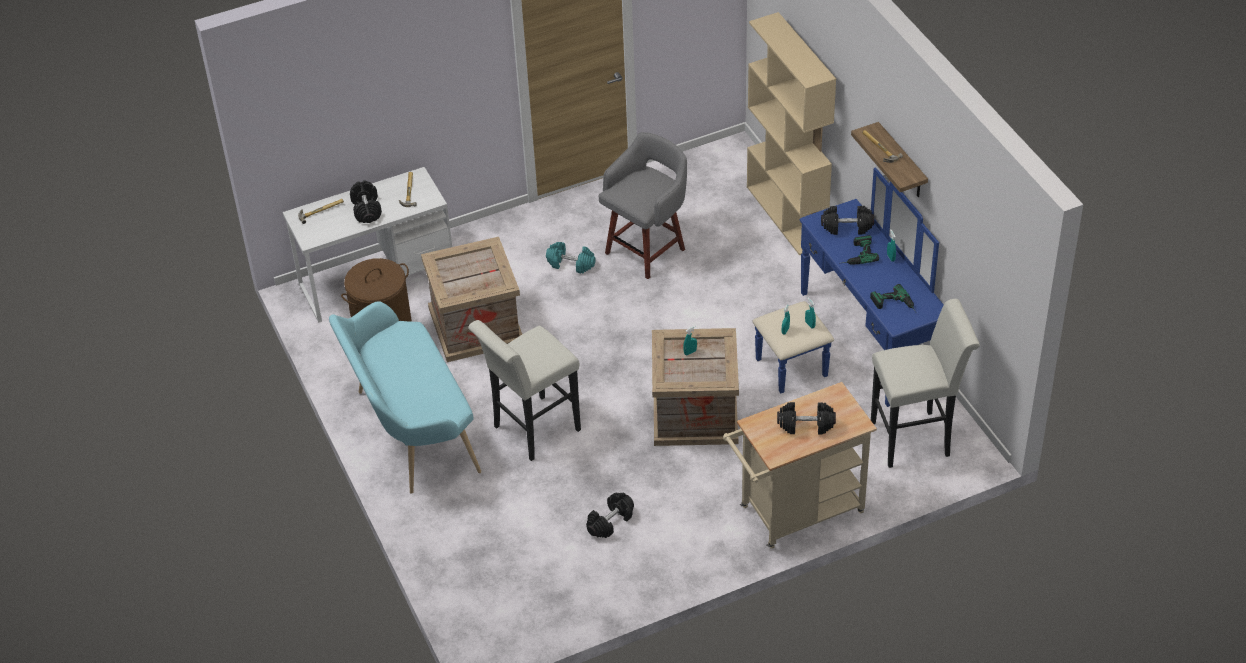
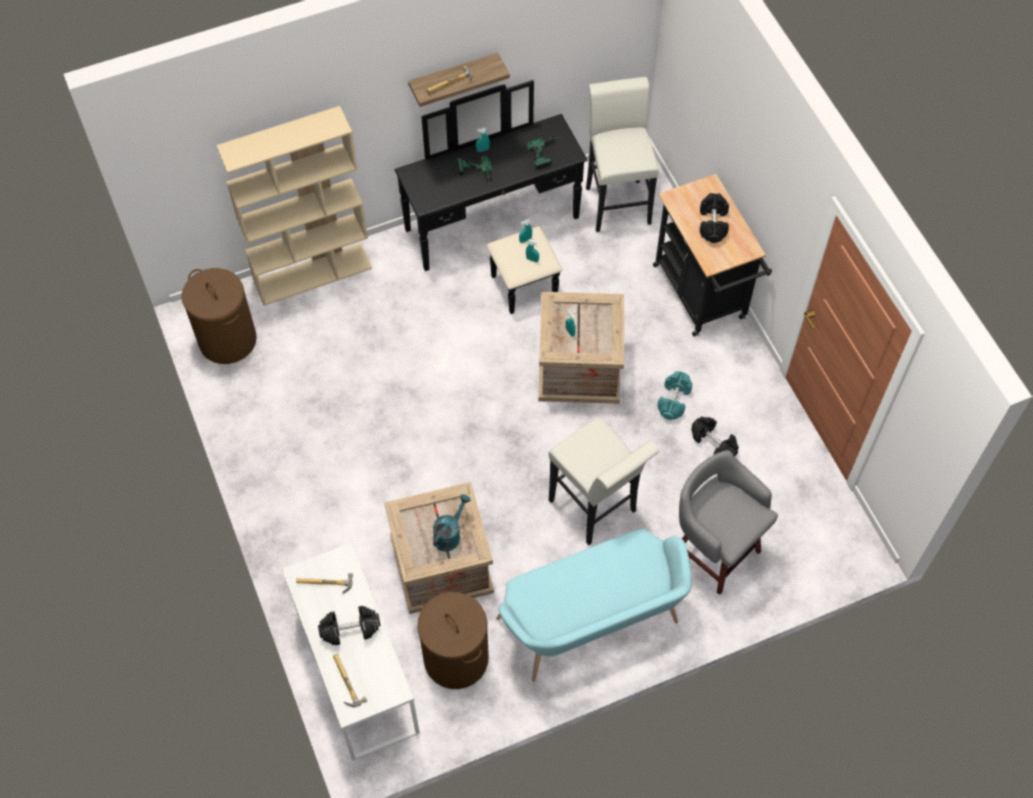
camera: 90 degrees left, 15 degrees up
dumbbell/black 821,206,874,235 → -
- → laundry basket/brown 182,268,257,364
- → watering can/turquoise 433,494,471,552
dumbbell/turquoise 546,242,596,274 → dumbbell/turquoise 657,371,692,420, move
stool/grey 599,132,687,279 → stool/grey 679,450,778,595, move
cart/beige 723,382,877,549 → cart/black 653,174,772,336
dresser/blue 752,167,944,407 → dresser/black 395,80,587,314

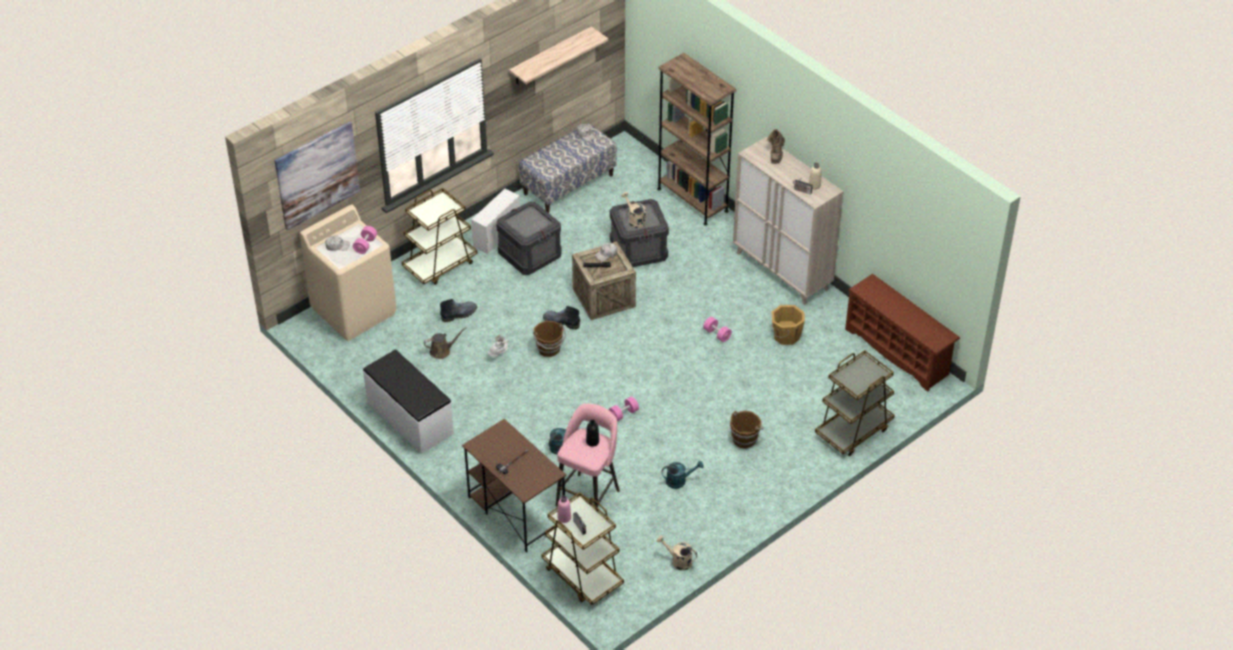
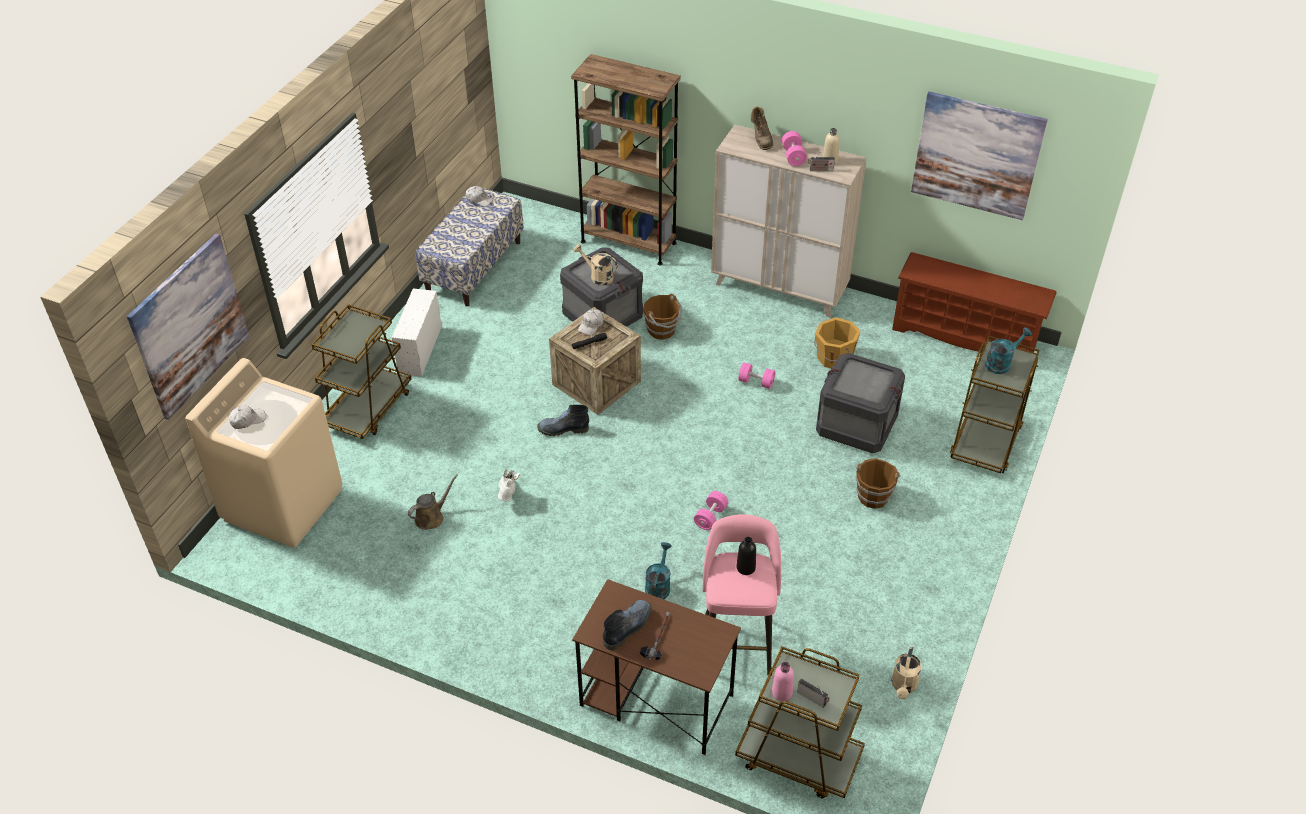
camera: 25 degrees left, 0 degrees up
bench/white 363,350,454,454 → -
shelf 509,26,608,84 → -
- → picture 911,92,1048,220
dumbbell/pink 353,226,377,254 → dumbbell/pink 782,131,807,166, move
boot 440,299,478,322 → boot 603,600,652,650, move
crate 496,202,562,275 → crate 816,353,905,453, move
bucket/brown 533,321,566,357 → bucket/brown 643,293,682,340, move
watering can/turquoise 662,461,704,489 → watering can/turquoise 985,328,1032,374, move
watering can/beige 657,535,697,570 → watering can/beige 891,646,922,699, 75 degrees counterclockwise

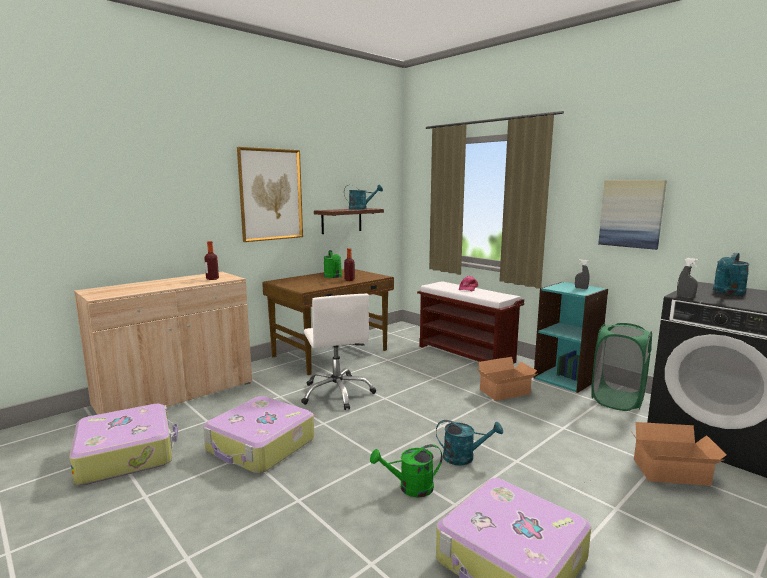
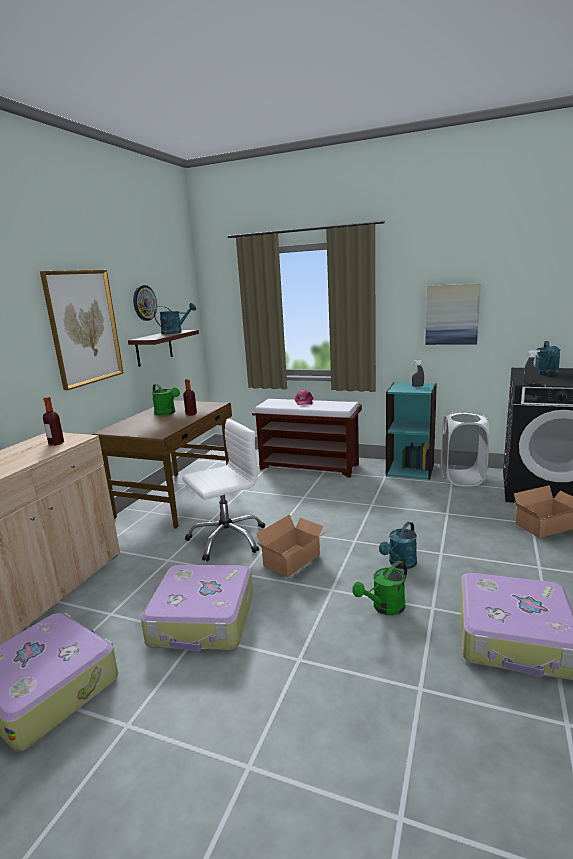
camera: 25 degrees left, 5 degrees up
- → wall clock 133,285,157,321
cardboard box 477,357,538,401 → cardboard box 256,514,326,577, move
laundry basket/green 591,323,652,411 → laundry basket/white 441,411,490,487
office chair/white 301,294,376,410 → office chair/white 182,419,265,561, 75 degrees counterclockwise
watering can/turquoise 436,420,503,466 → watering can/turquoise 379,522,417,569, 150 degrees clockwise

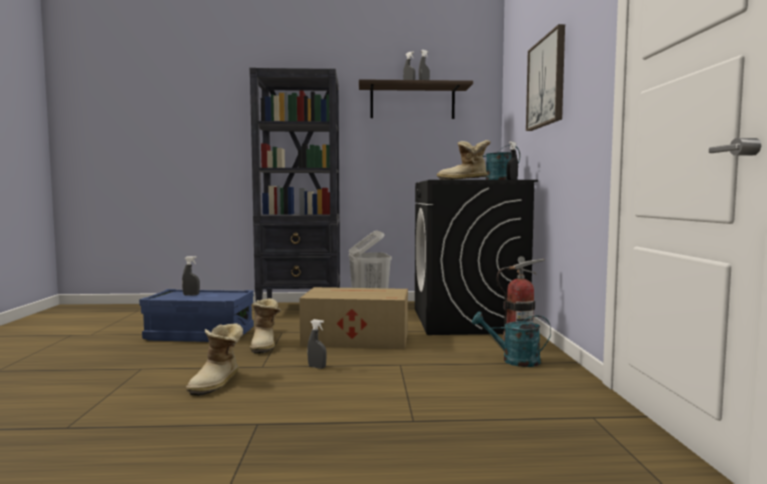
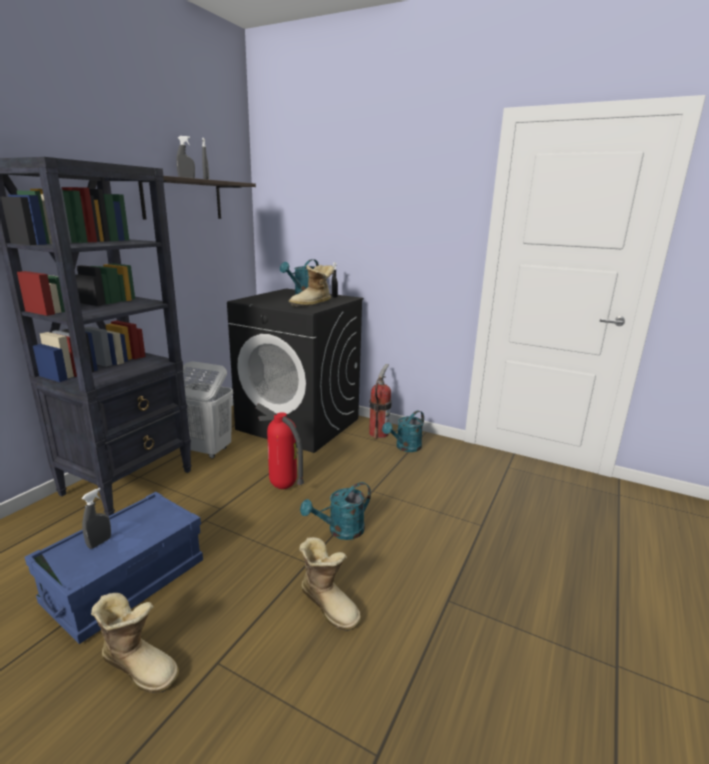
camera: 60 degrees left, 15 degrees up
picture 526,24,565,131 → -
boot 250,298,281,354 → boot 91,593,179,693, move
cardboard box 299,287,408,349 → fire extinguisher 255,403,304,489
spray bottle/grey 307,319,327,369 → watering can/turquoise 300,482,371,540

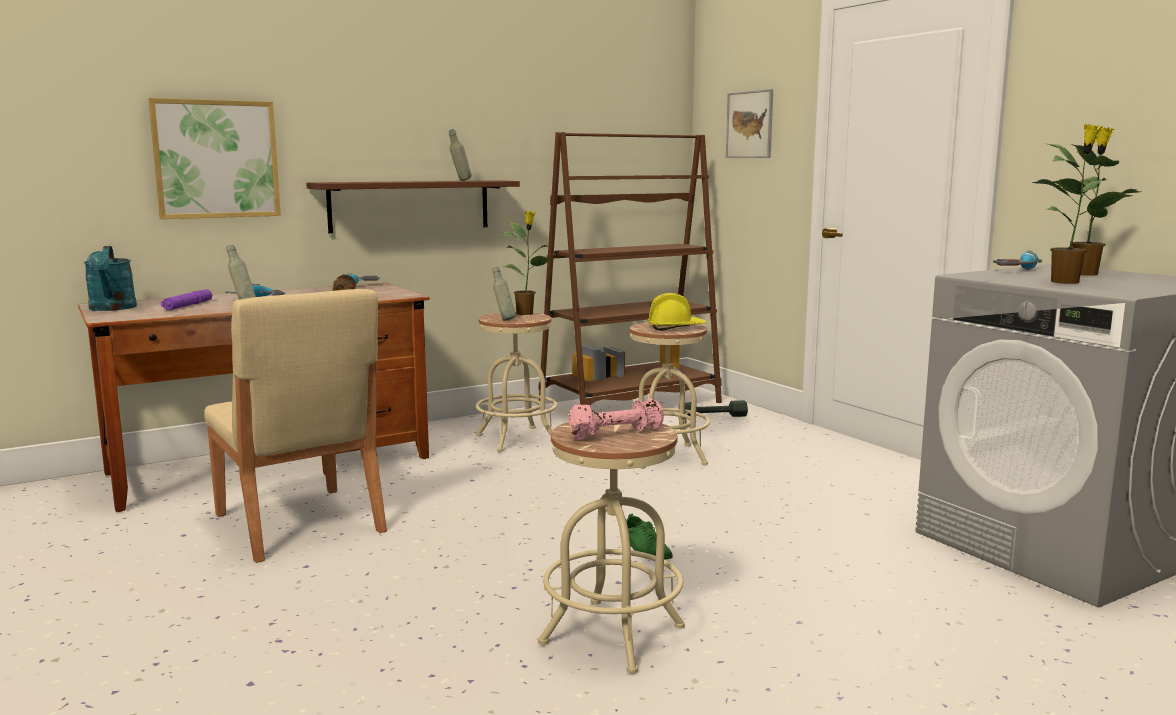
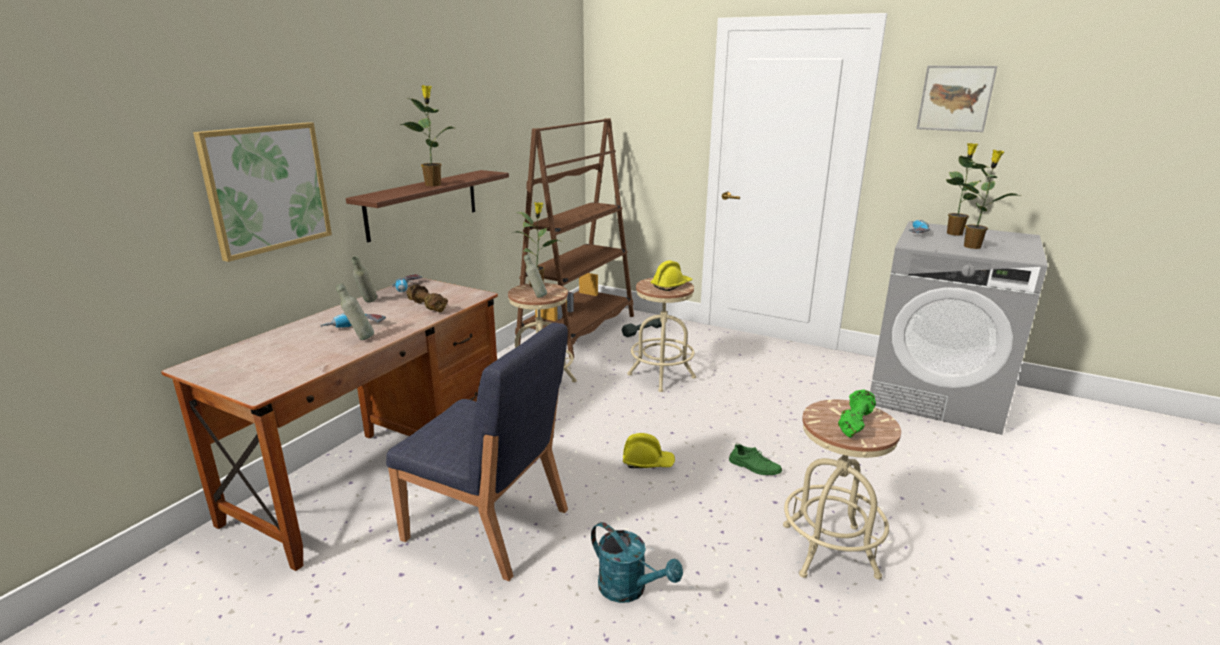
camera: 30 degrees left, 10 degrees up
flashlight/purple 161,289,212,310 → -
- → potted plant 400,85,454,186
- → hard hat/yellow 623,433,675,468
watering can/turquoise 84,246,137,311 → watering can/turquoise 591,522,683,603, move
bottle/grey 449,129,472,181 → bottle/grey 352,256,377,303, move
picture 726,89,773,158 → picture 916,66,997,132, move
chair/beige 204,289,387,563 → chair/blue 386,323,568,581
dumbbell/pink 568,398,664,440 → dumbbell/green 838,390,876,438

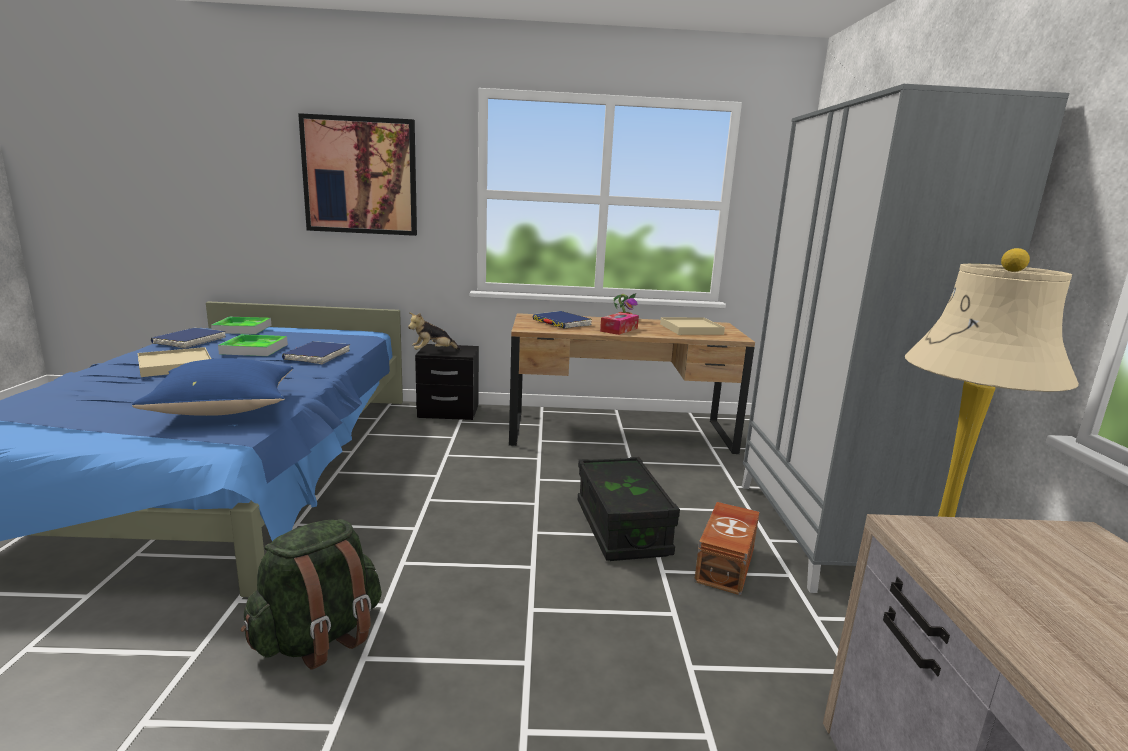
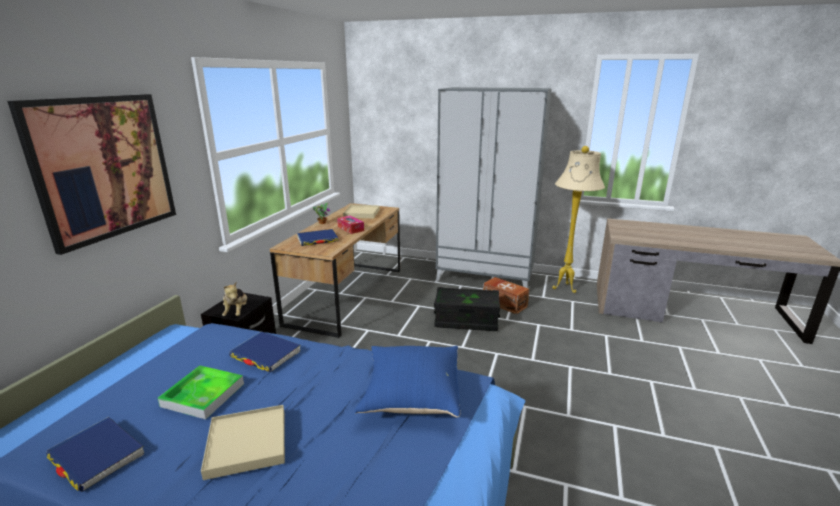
camera: 70 degrees left, 5 degrees up
tray 211,317,271,334 → -
backpack/green 241,519,382,670 → -

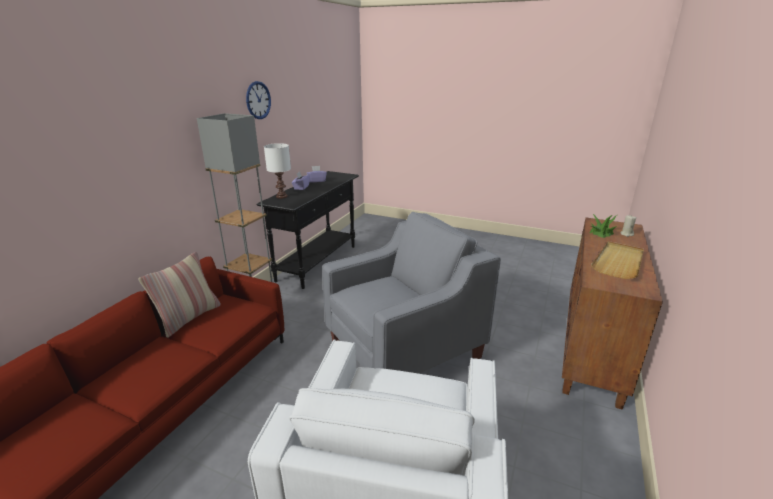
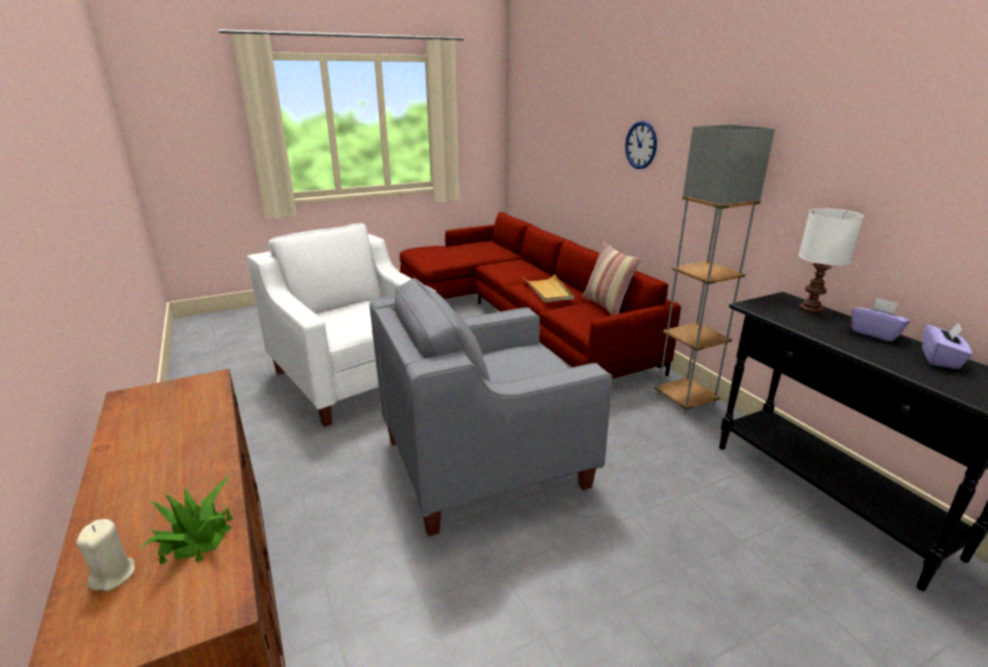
camera: 130 degrees right, 0 degrees up
wall clock 246,81,271,119 → wall clock 625,121,657,169, move
tray/beige 591,241,644,279 → tray/beige 523,275,574,302, move
armchair/grey 322,212,501,374 → armchair/grey 370,278,613,536, 60 degrees clockwise

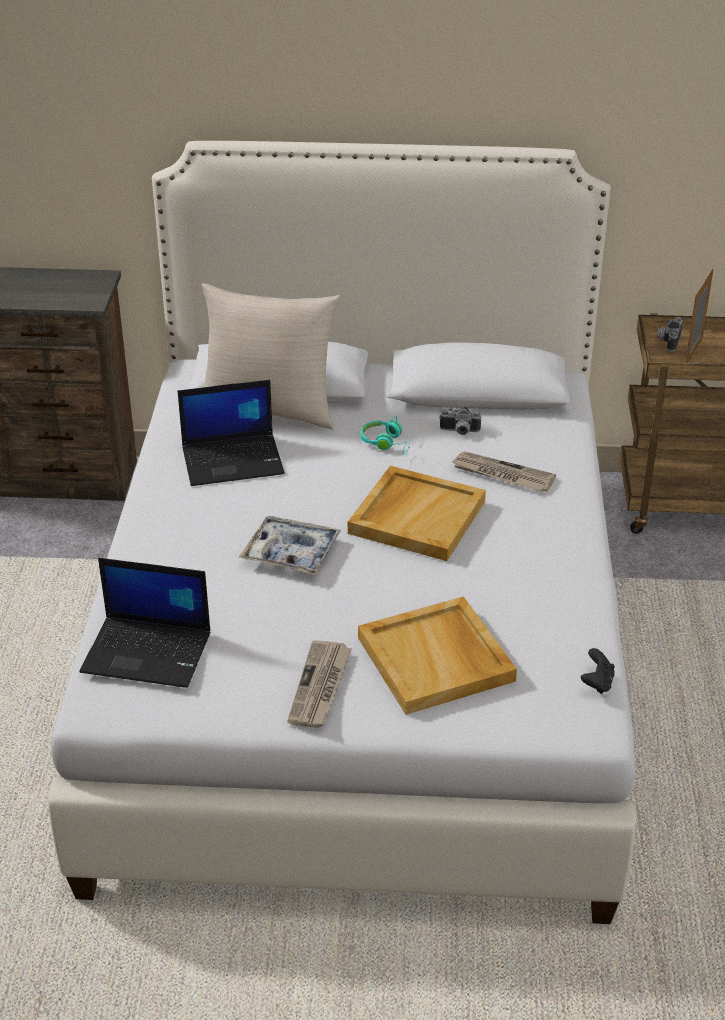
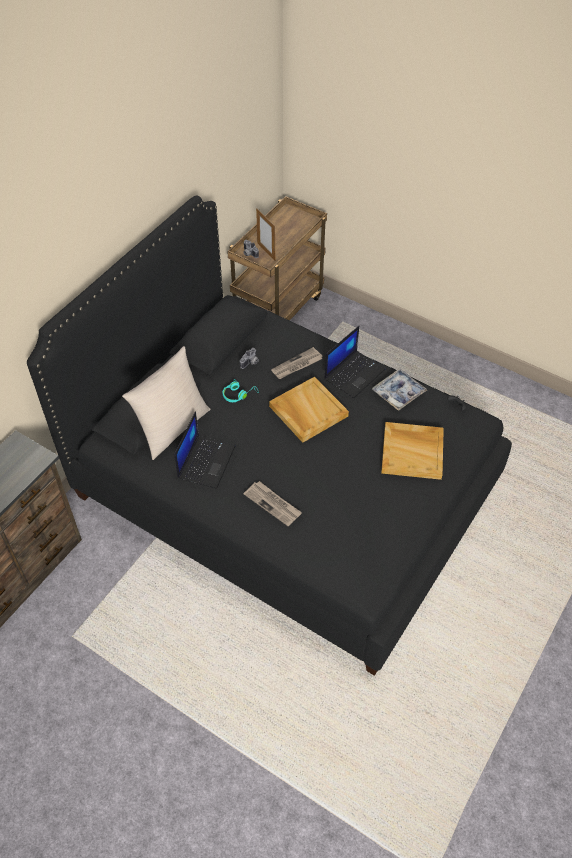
camera: 60 degrees left, 15 degrees up
laptop 80,558,210,688 → laptop 324,326,385,398, move
tray 239,516,341,575 → tray 372,369,427,411, move
newspaper 288,640,352,728 → newspaper 243,481,302,526, move
bed/white 48,141,636,924 → bed/black 27,196,512,676

